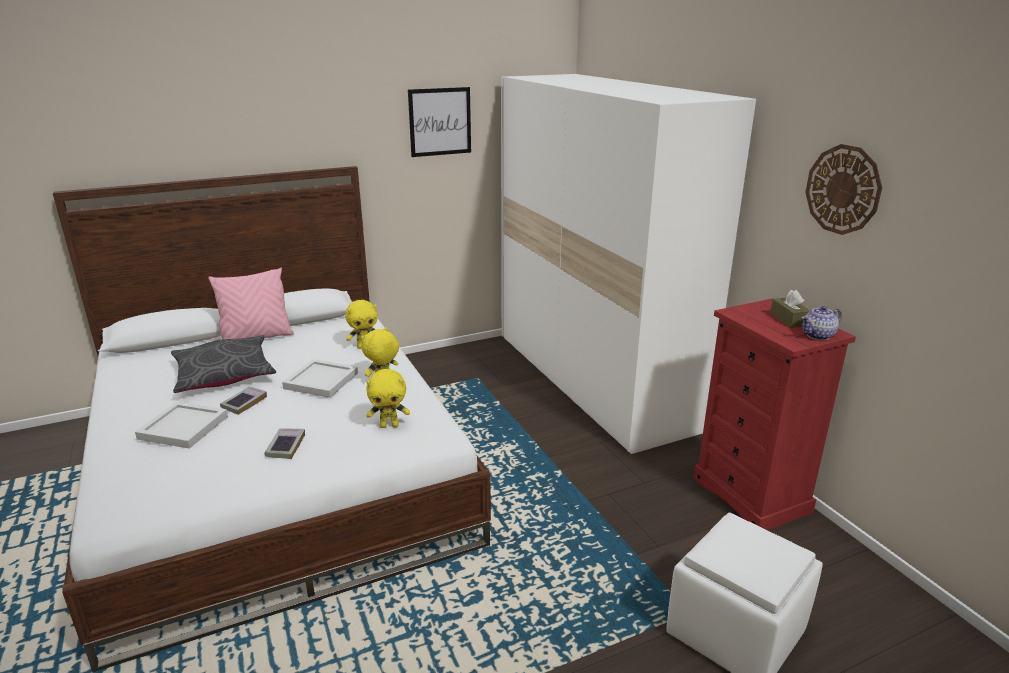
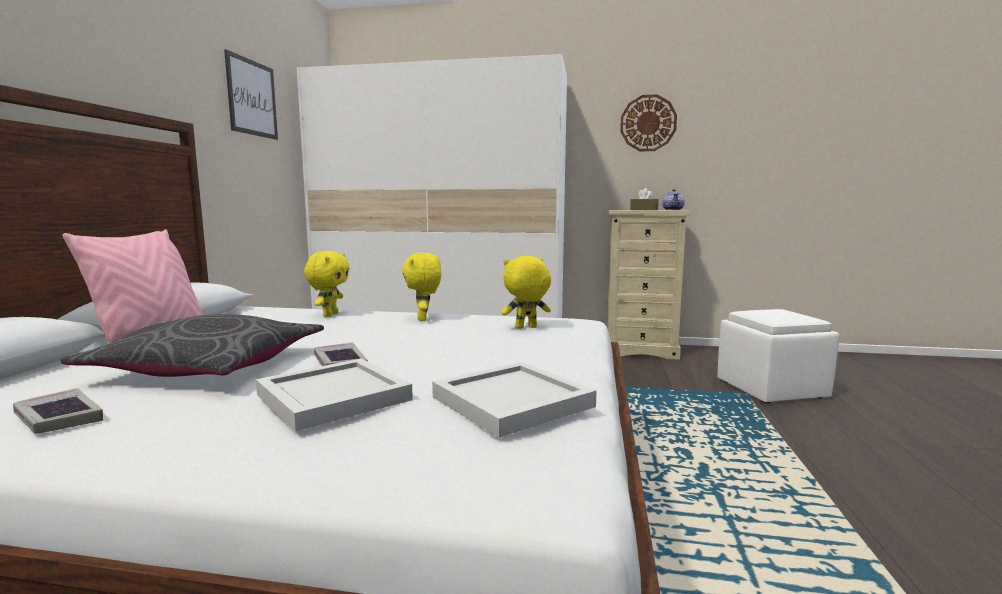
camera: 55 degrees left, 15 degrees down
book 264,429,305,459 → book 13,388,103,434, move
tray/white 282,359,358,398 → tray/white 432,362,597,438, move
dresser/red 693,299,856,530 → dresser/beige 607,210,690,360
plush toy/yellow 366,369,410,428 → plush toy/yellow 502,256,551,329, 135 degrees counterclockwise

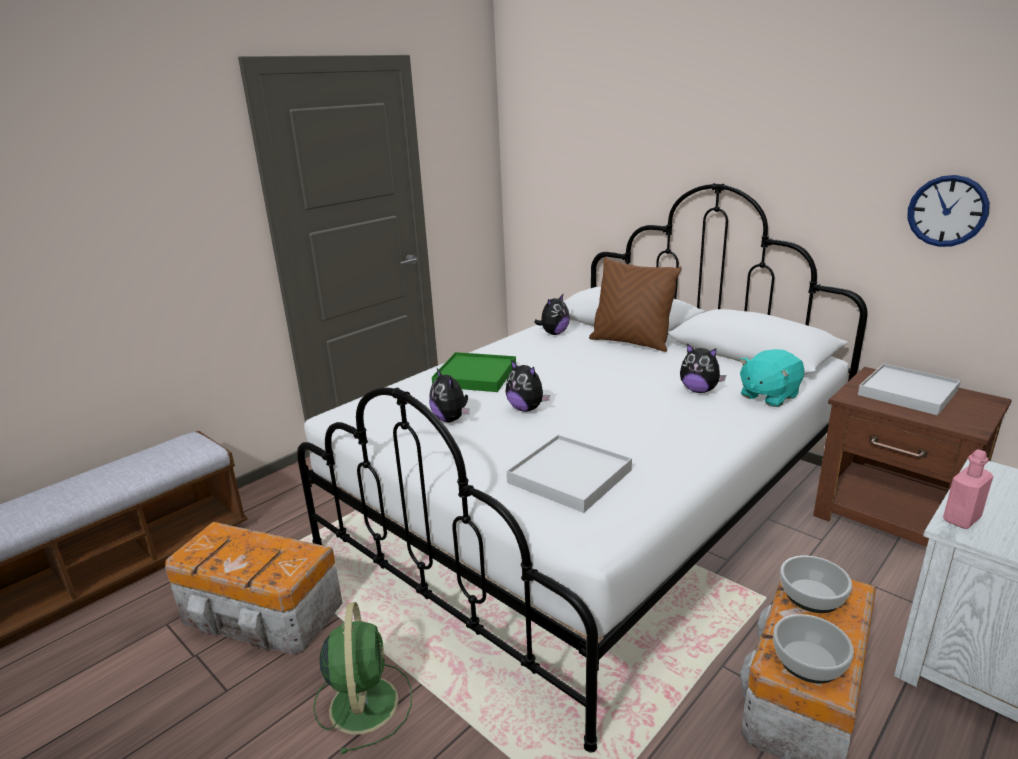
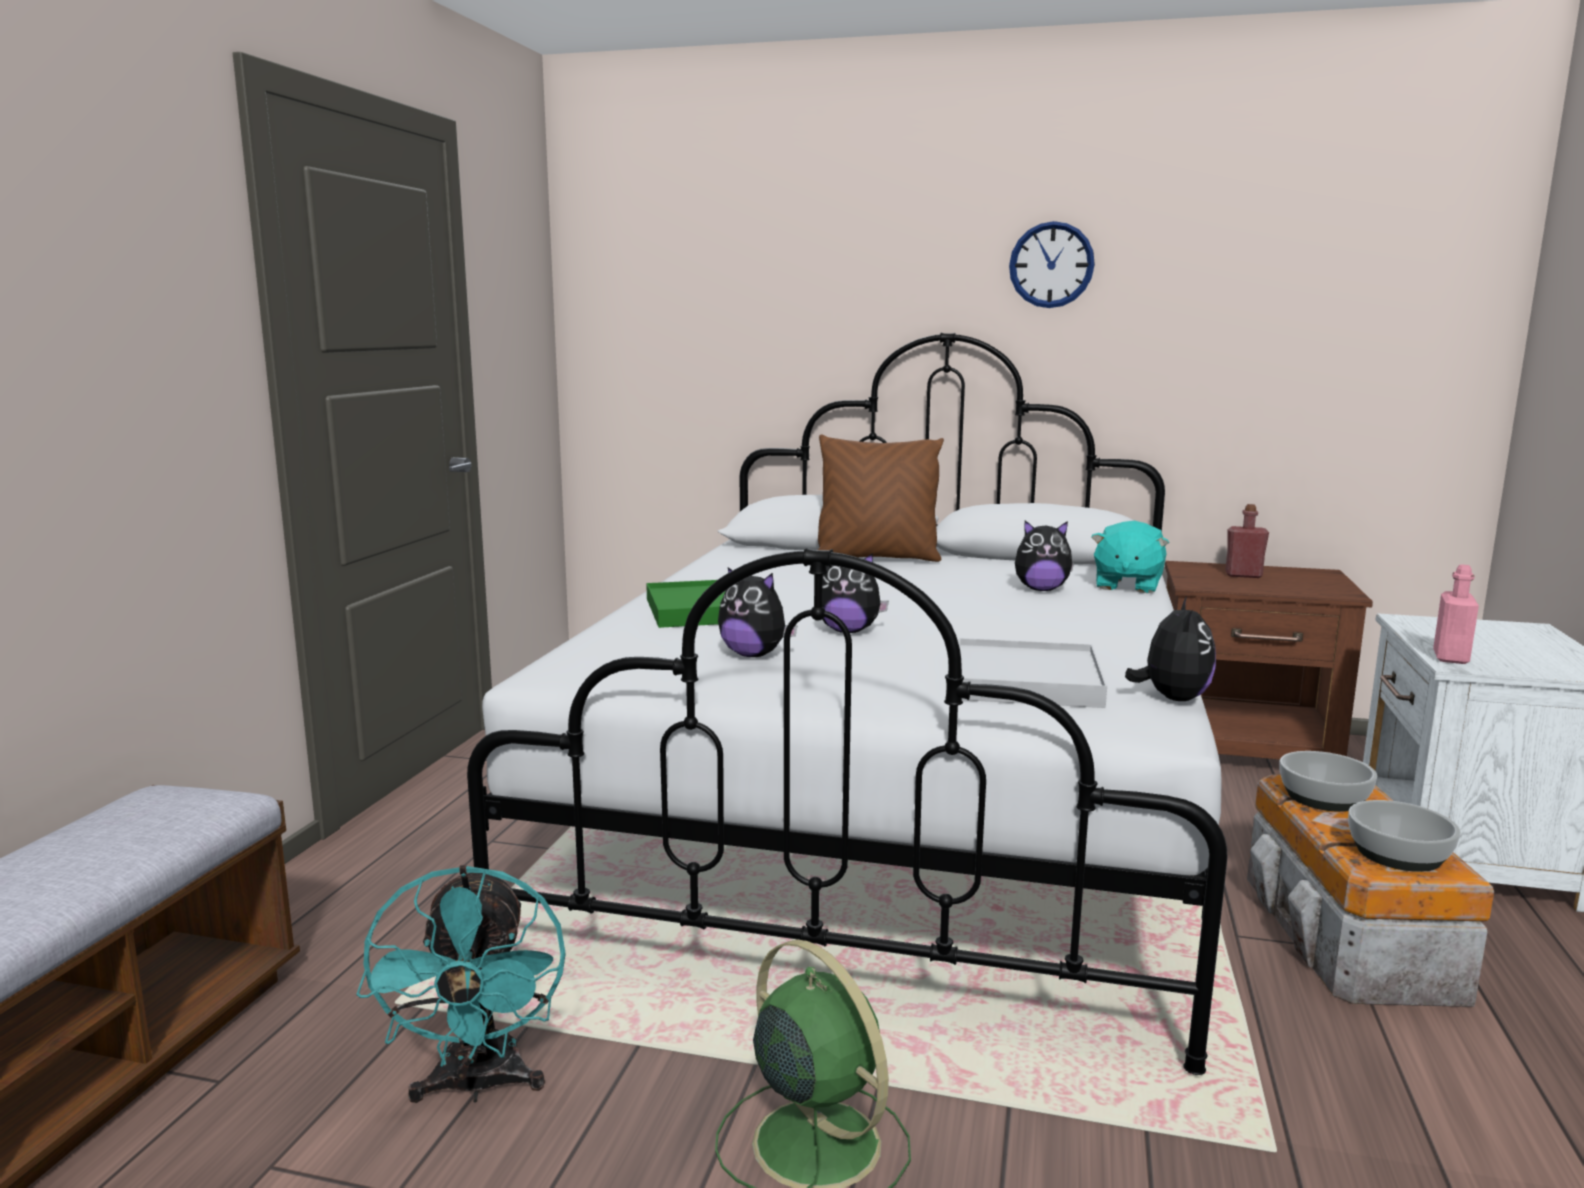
camera: 30 degrees left, 10 degrees down
plush toy 534,294,570,335 → plush toy 1125,596,1216,701, move
wall clock 908,175,990,247 → wall clock 1009,221,1095,308, move
storage box 165,522,342,656 → fan/turquoise 356,865,565,1103
tray/white 858,363,961,415 → bottle/red 1225,504,1269,578

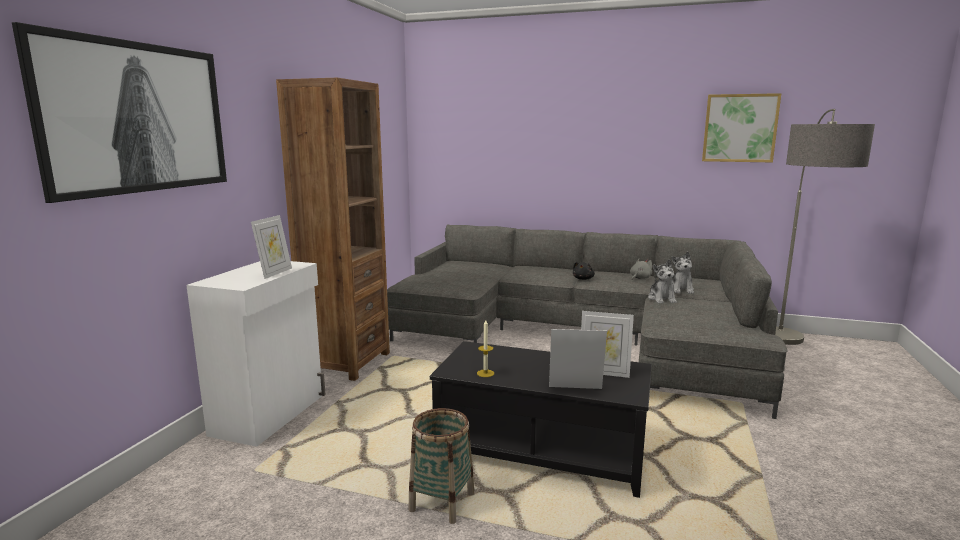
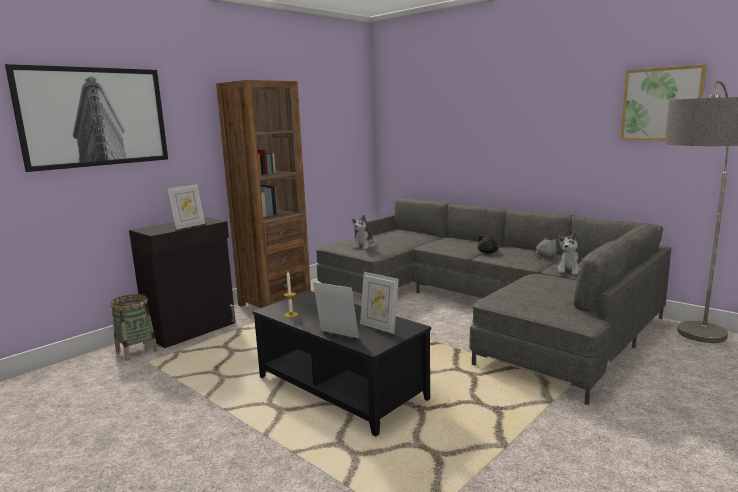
camera: 25 degrees right, 0 degrees up
basket 408,408,474,524 → basket 110,294,158,361, move
plush toy 648,259,677,304 → plush toy 352,215,374,249, move
cabinet/white 186,261,326,447 → cabinet/black 129,217,236,348

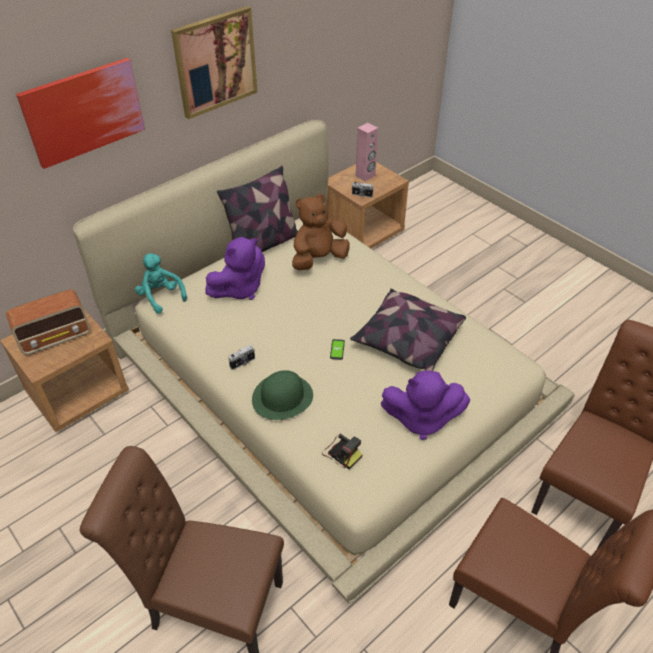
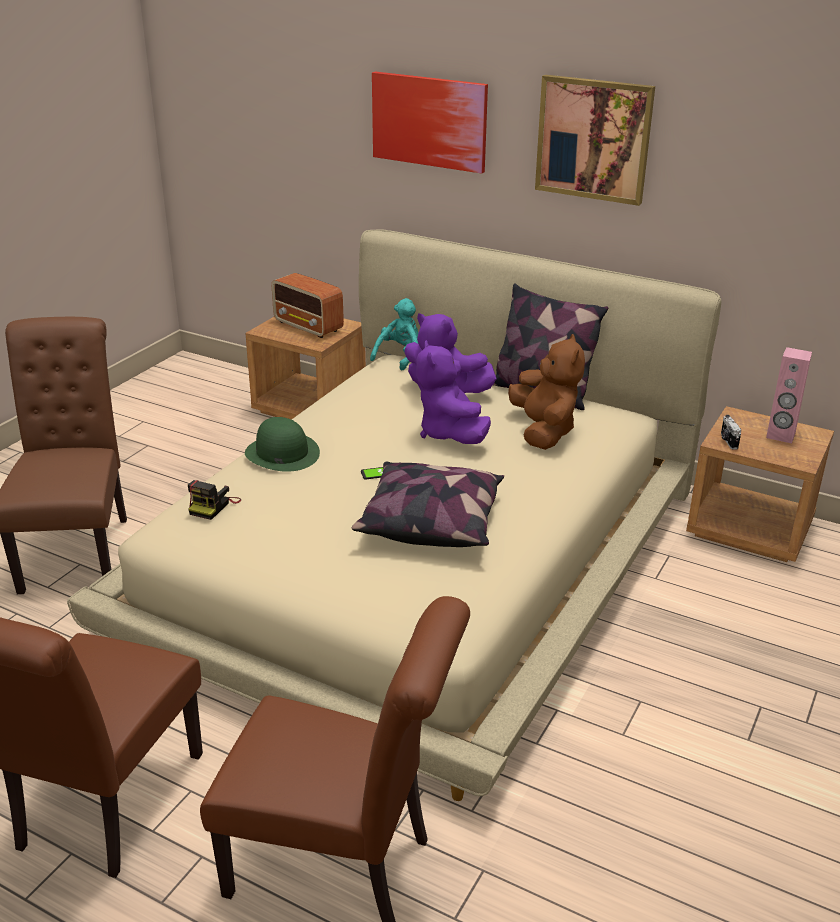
camera: 70 degrees right, 15 degrees down
photo camera 228,345,255,370 → -
plush toy/purple 381,370,470,440 → plush toy/purple 416,340,491,444, move
plush toy/brown 292,194,350,270 → plush toy/brown 508,334,585,450, 45 degrees clockwise

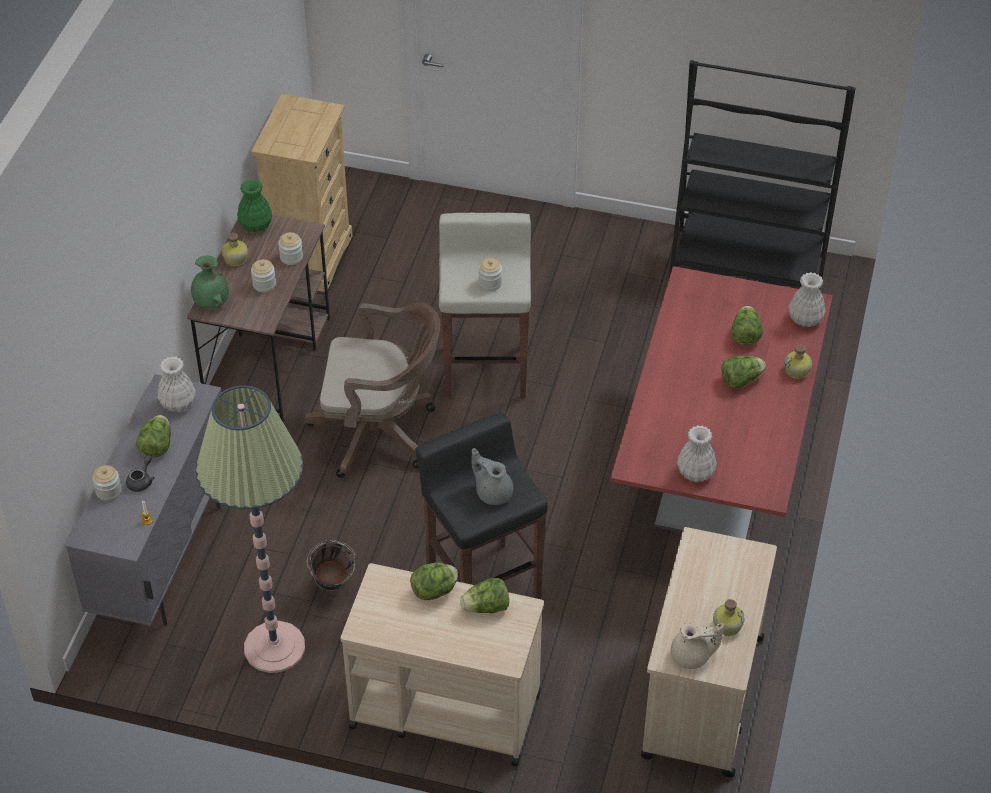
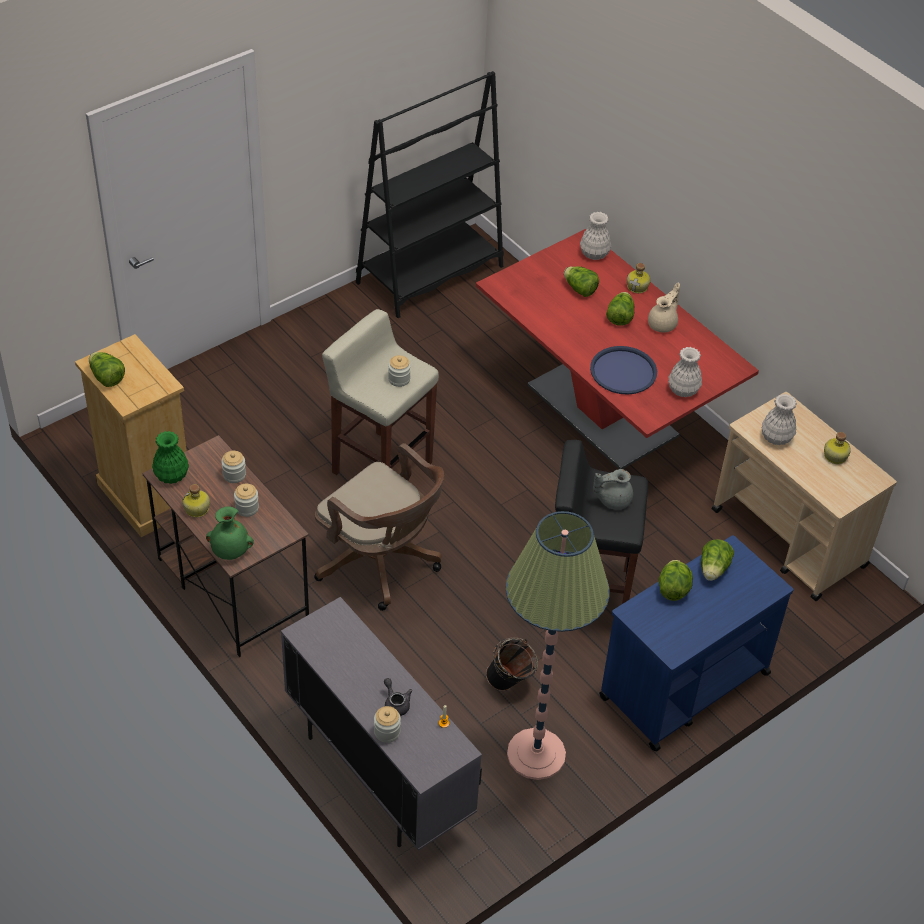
camera: 55 degrees left, 0 degrees up
- → tray/blue 590,346,657,394
lettuce 136,415,171,457 → lettuce 89,352,125,387, move
vase/white 157,356,196,412 → vase/white 761,394,797,445, move
teapot/beige 671,623,724,669 → teapot/beige 648,283,680,332, move
cart/beige 340,563,544,767 → cart/blue 599,535,793,751
office chair/brown 305,303,440,478 → office chair/brown 314,443,444,611, 90 degrees clockwise

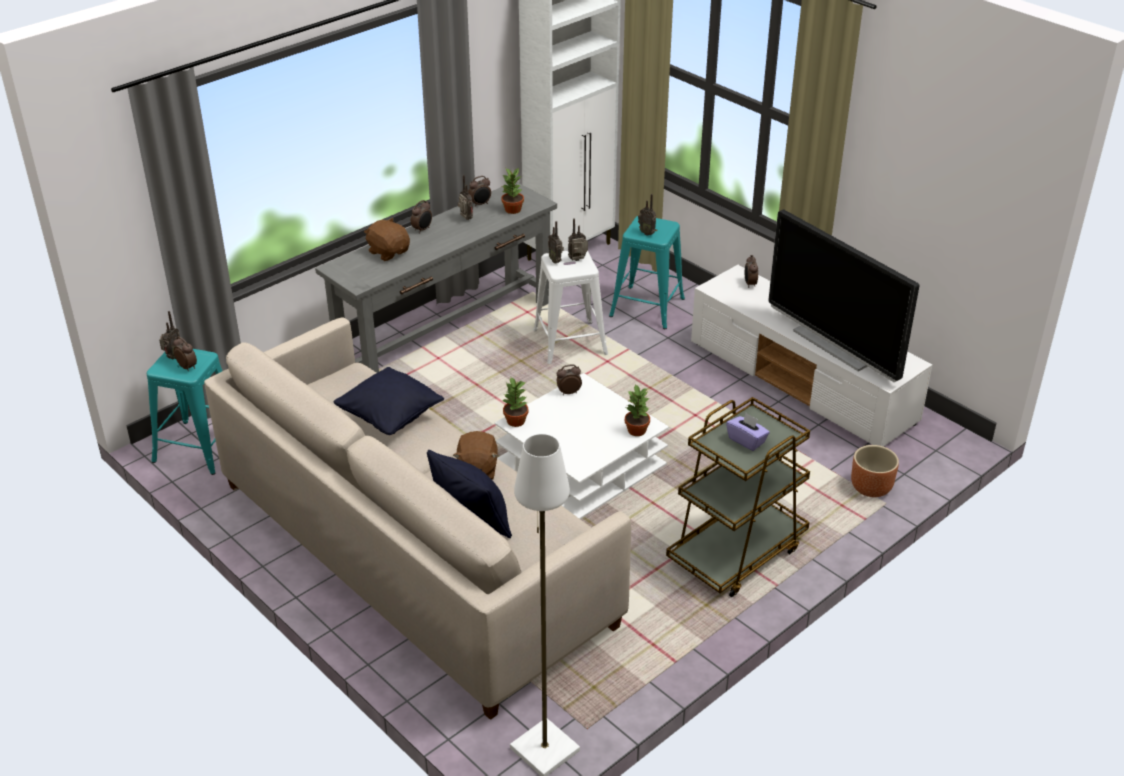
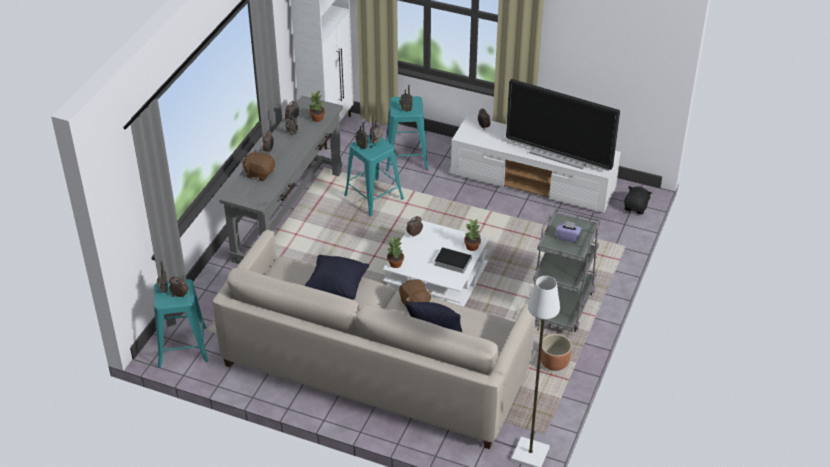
camera: 25 degrees left, 5 degrees up
- → book 435,247,472,273
- → plush toy/black 624,186,652,214
planter/brown 851,445,899,497 → planter/brown 541,334,572,371, move
stool/white 533,250,608,364 → stool/turquoise 344,134,404,217
cart/brown 666,397,810,597 → cart/grey 533,209,601,332

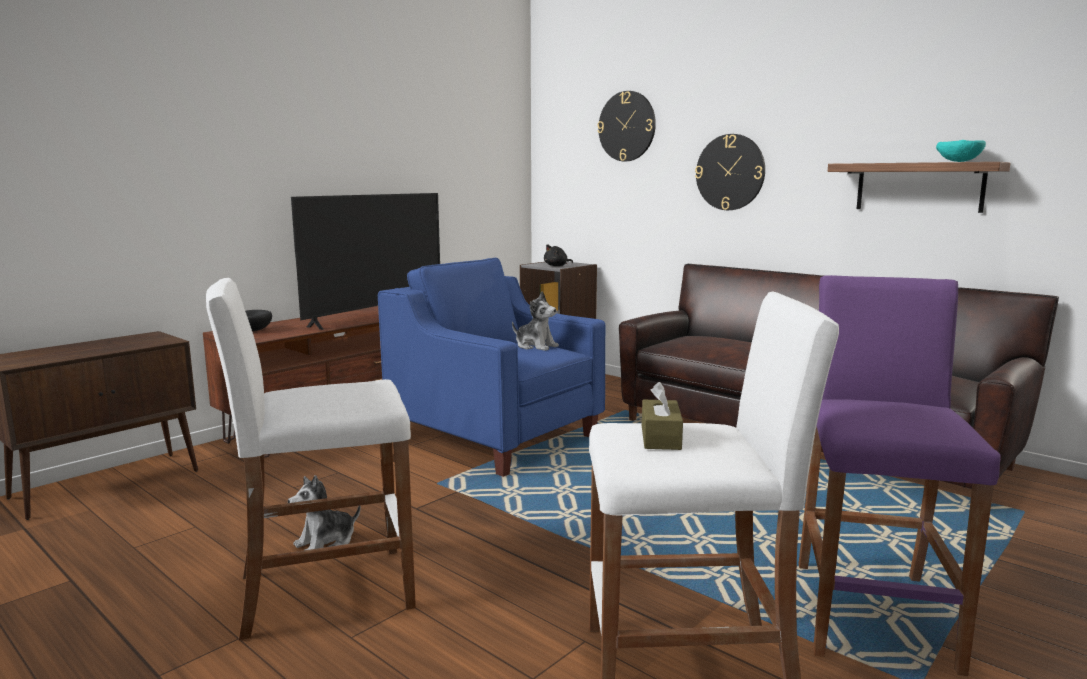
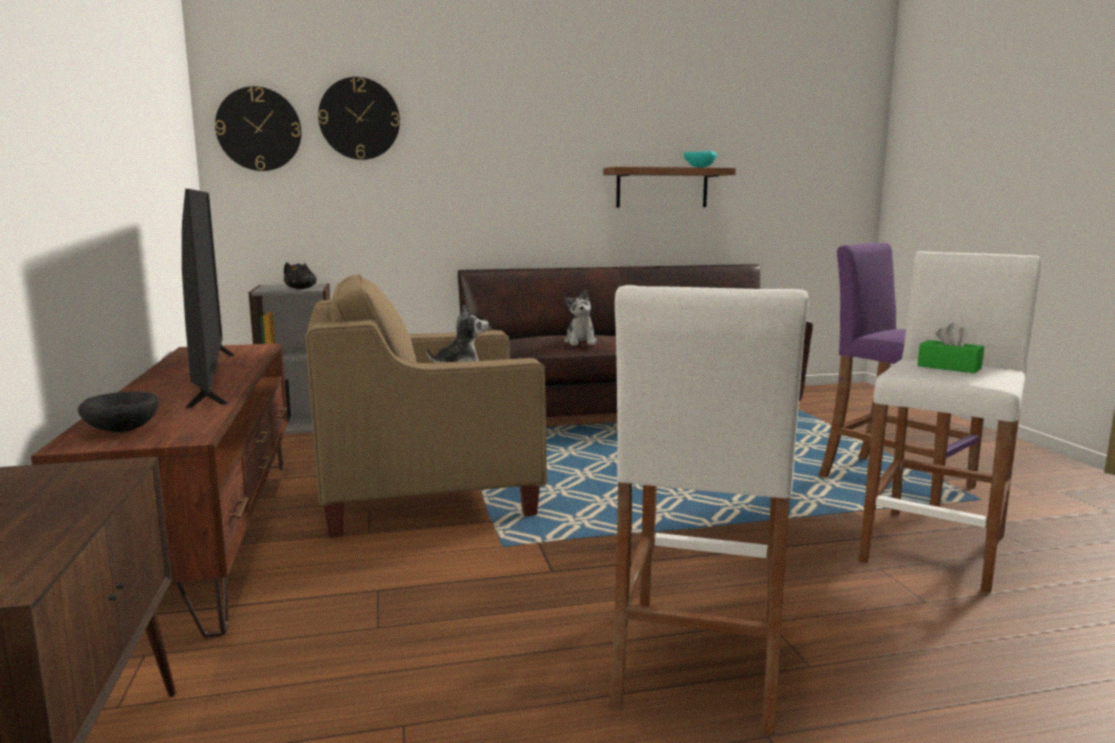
camera: 55 degrees left, 0 degrees up
plush toy 288,475,361,550 → plush toy 564,290,597,345, move
wall clock 695,134,765,210 → wall clock 215,86,301,171, move
armchair/blue 378,258,605,477 → armchair/beige 305,274,547,538
tissue box/brown 642,382,683,450 → tissue box/green 918,323,984,373

